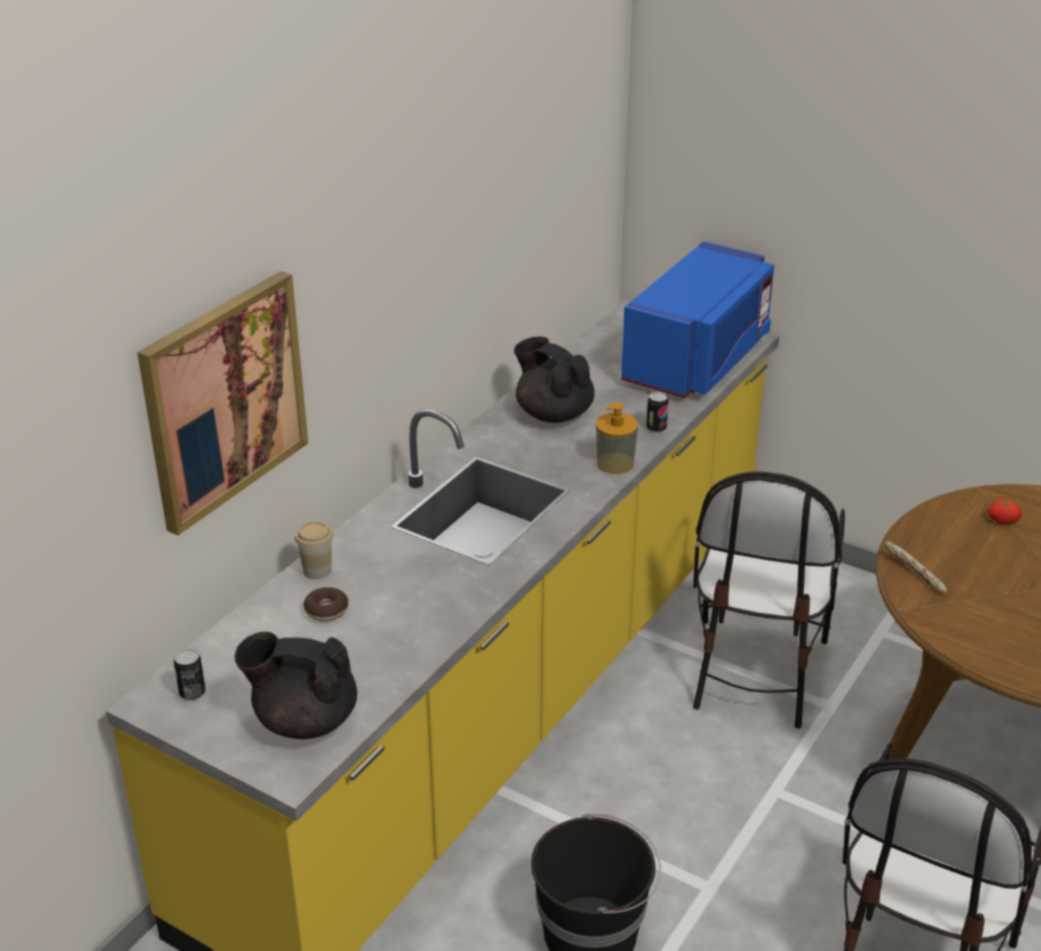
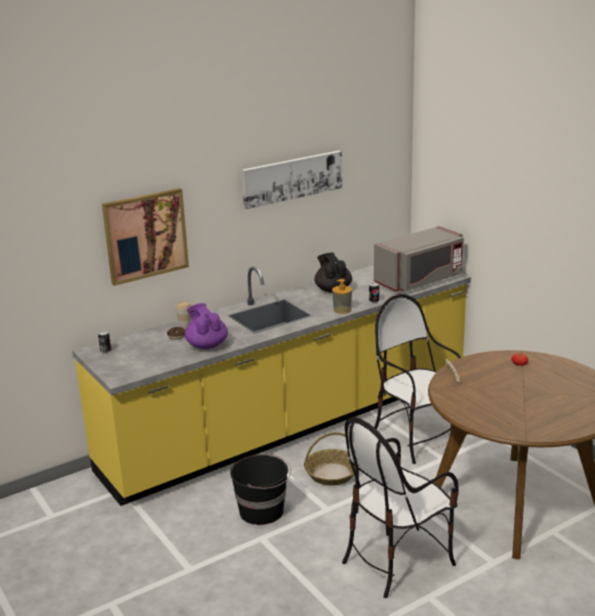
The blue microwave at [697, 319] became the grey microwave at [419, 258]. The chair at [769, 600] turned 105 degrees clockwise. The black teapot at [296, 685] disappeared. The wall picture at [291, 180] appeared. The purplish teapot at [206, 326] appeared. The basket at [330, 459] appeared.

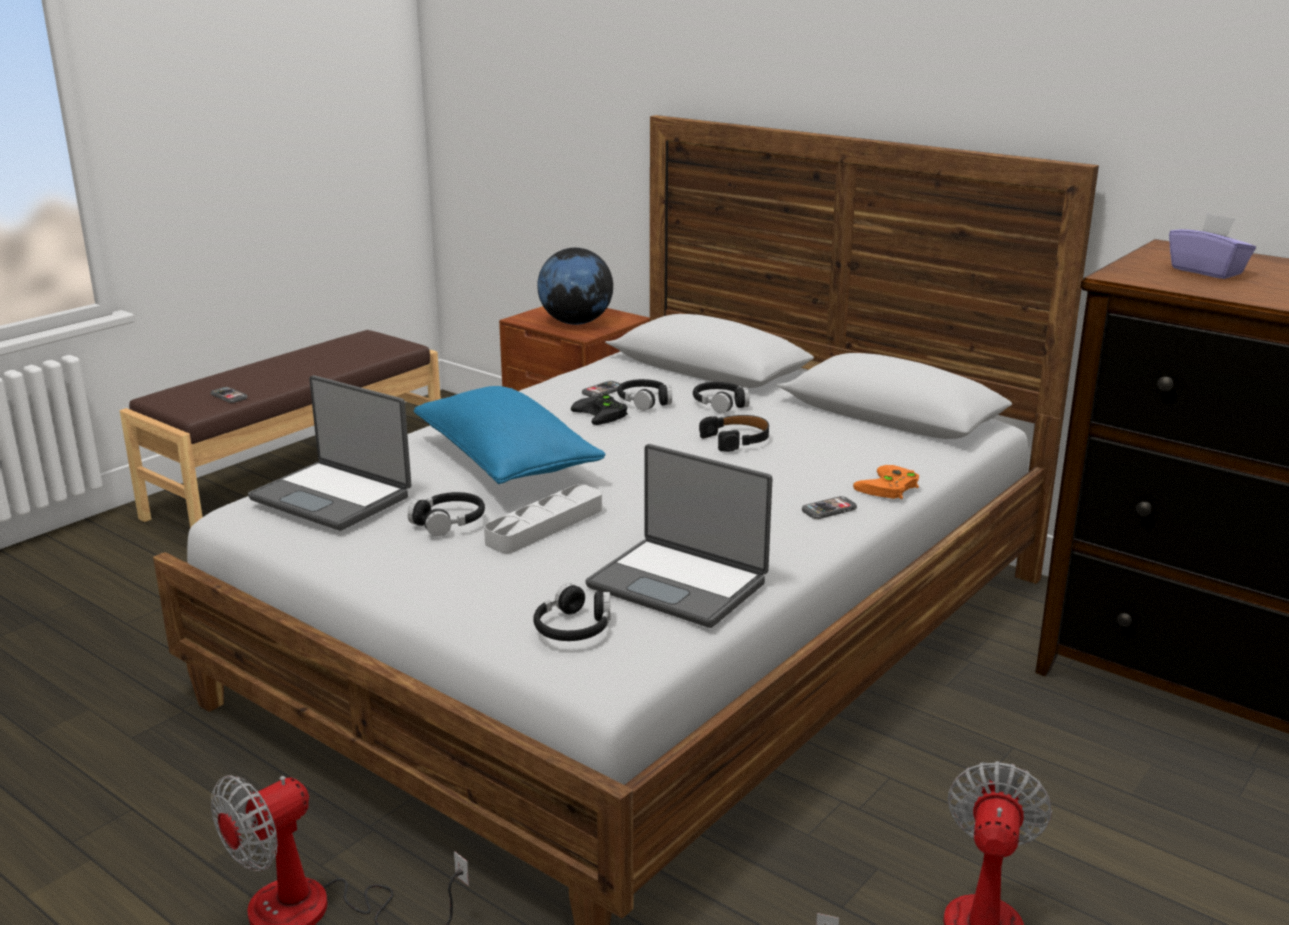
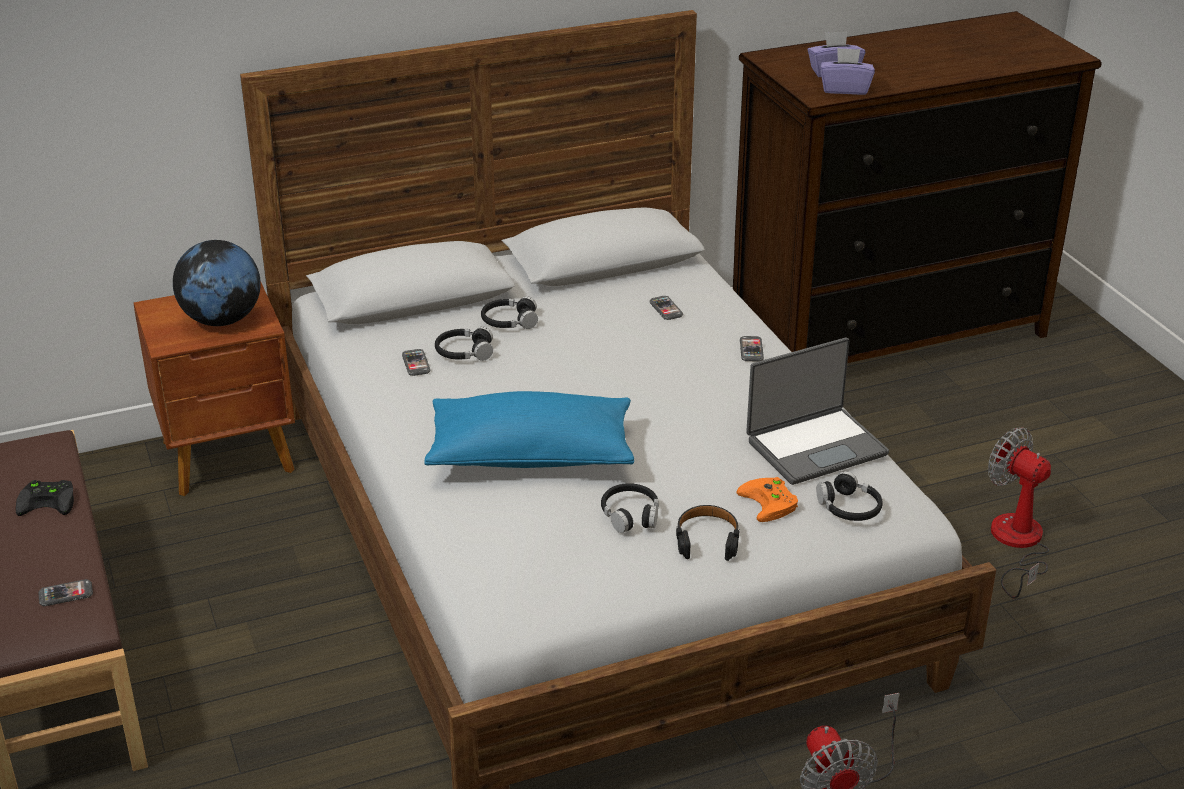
The laptop at [329, 453] disappeared. The black joypad moved from [599, 409] to [45, 498]. The black headphones moved from [734, 433] to [708, 533]. The orange joypad moved from [886, 482] to [767, 499]. The grey tray at [543, 519] disappeared. The purplish tissue holder at [848, 71] appeared. The telephone at [666, 308] appeared.

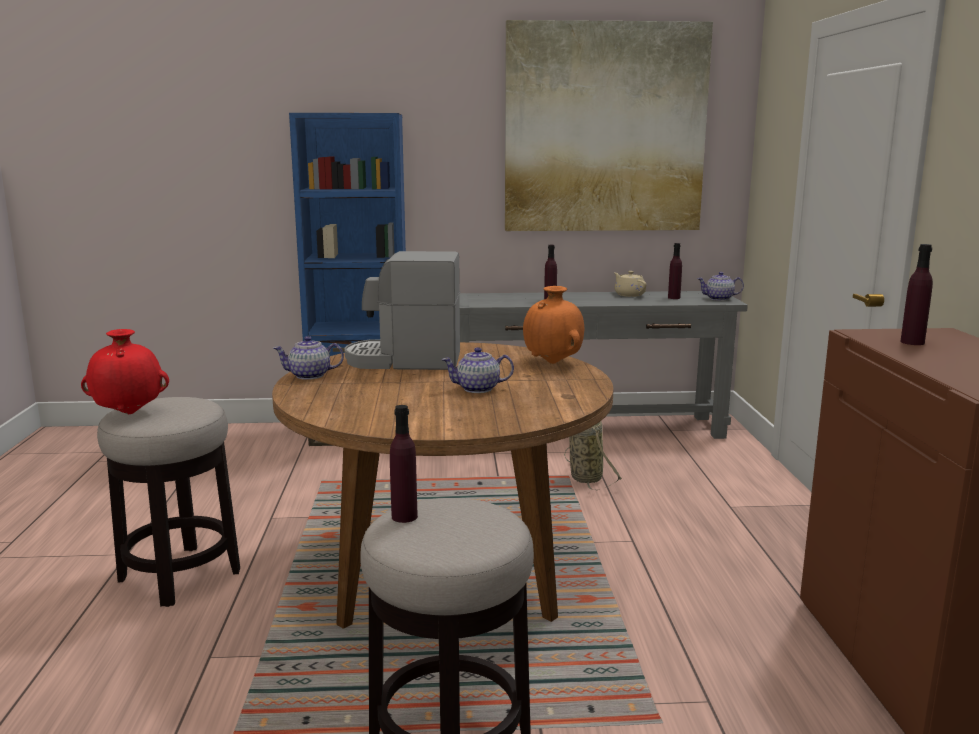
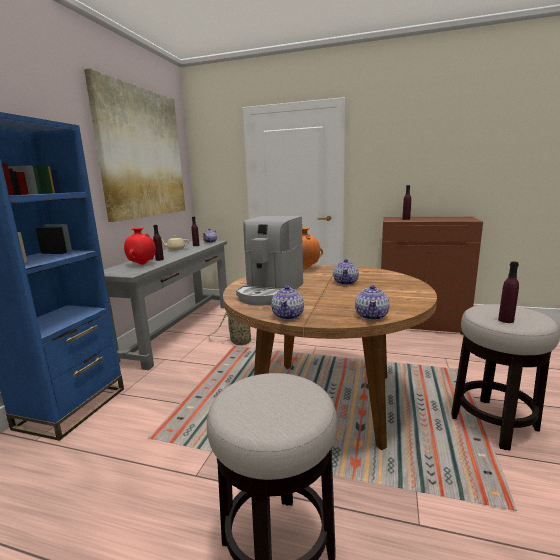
The red flower vase moved from [125, 371] to [140, 246]. The teapot at [372, 302] appeared.

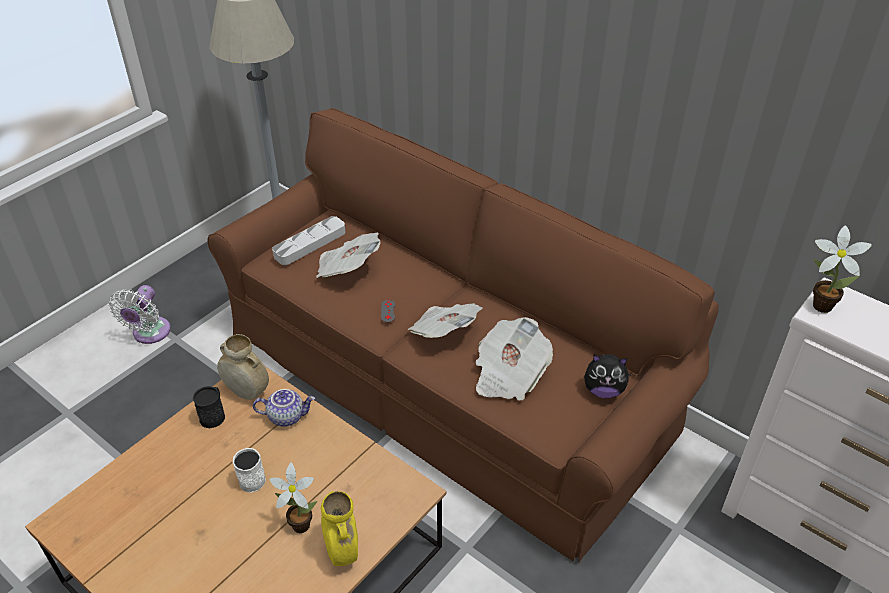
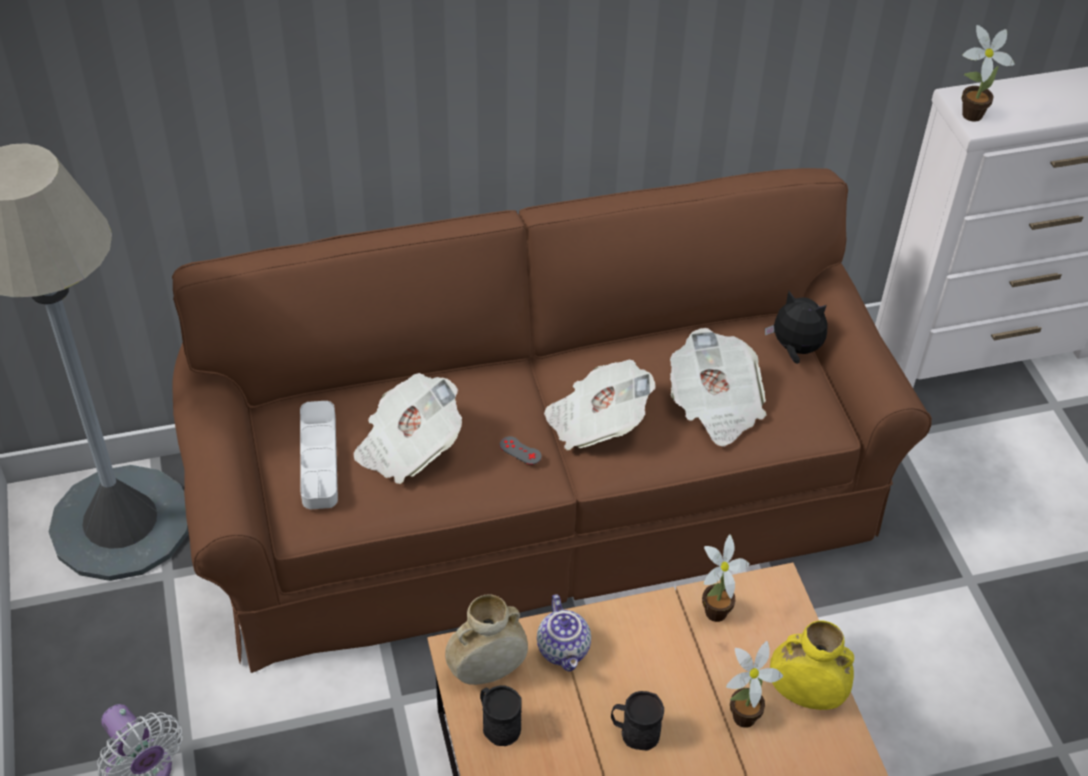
The cuddly toy at [607, 376] turned 105 degrees counterclockwise. The teapot at [284, 408] turned 135 degrees clockwise. The white tea mug at [249, 470] became the black tea mug at [637, 720]. The plant in a pot at [725, 578] appeared.

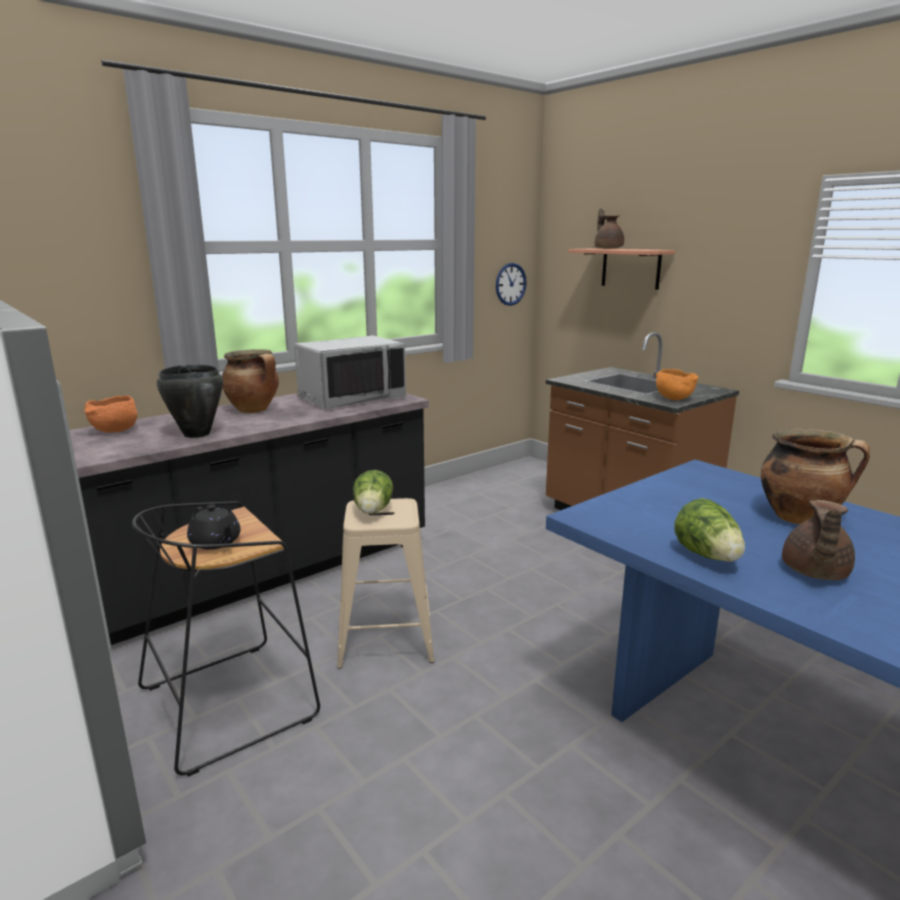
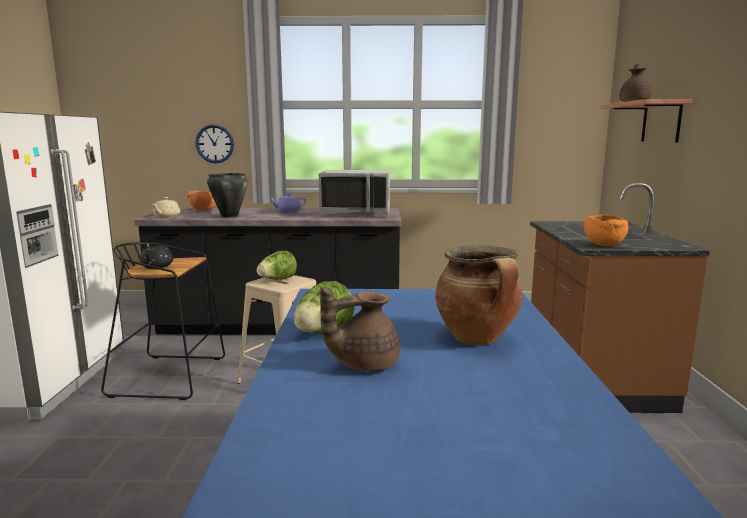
The wall clock moved from [511, 284] to [215, 143]. The cooking pot at [250, 381] was replaced by the purplish teapot at [287, 202]. The beige-coloured teapot at [166, 207] appeared.

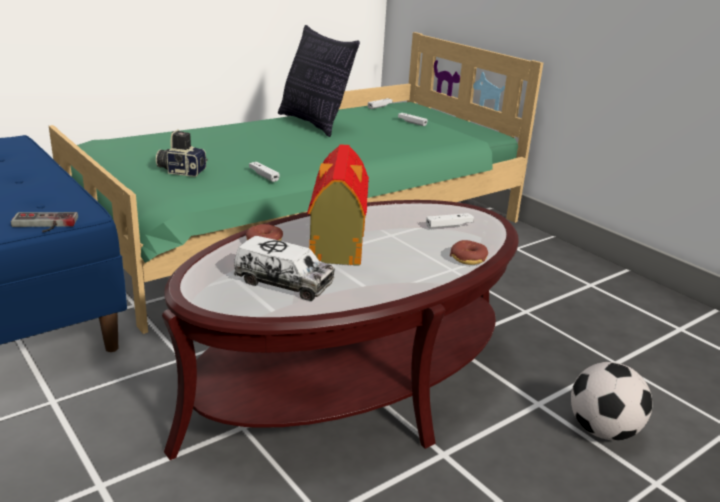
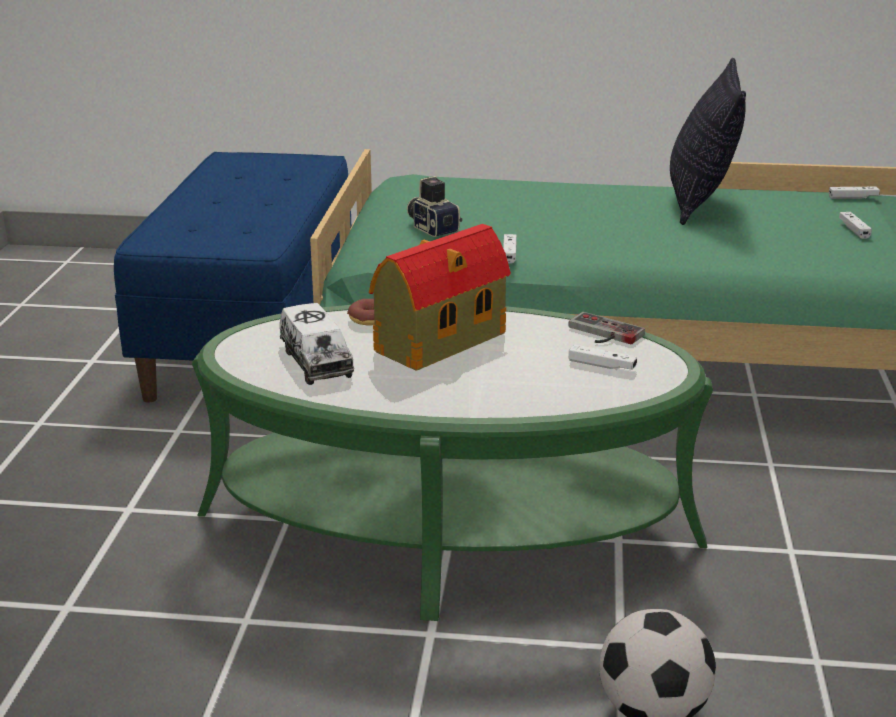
The brownish lounge table at [340, 330] became the green lounge table at [452, 463]. The joypad moved from [44, 222] to [606, 328]. The doughnut at [469, 252] disappeared.

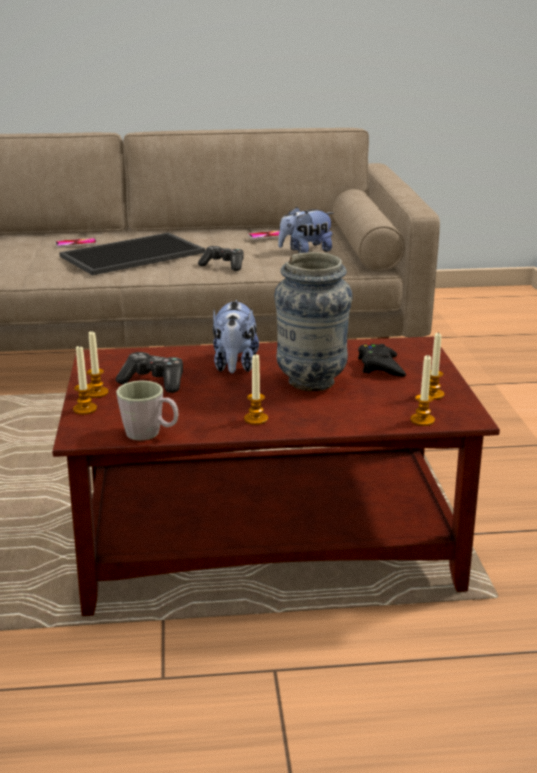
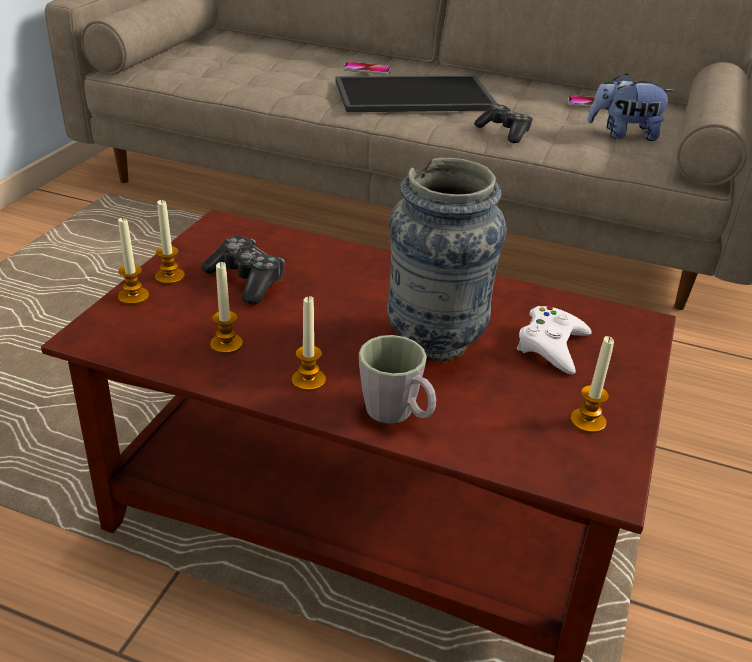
The cuddly toy at [236, 336] disappeared. The black joypad at [382, 360] became the white joypad at [554, 340]. The candle moved from [423, 390] to [226, 308]. The grey tea mug moved from [147, 410] to [397, 379].

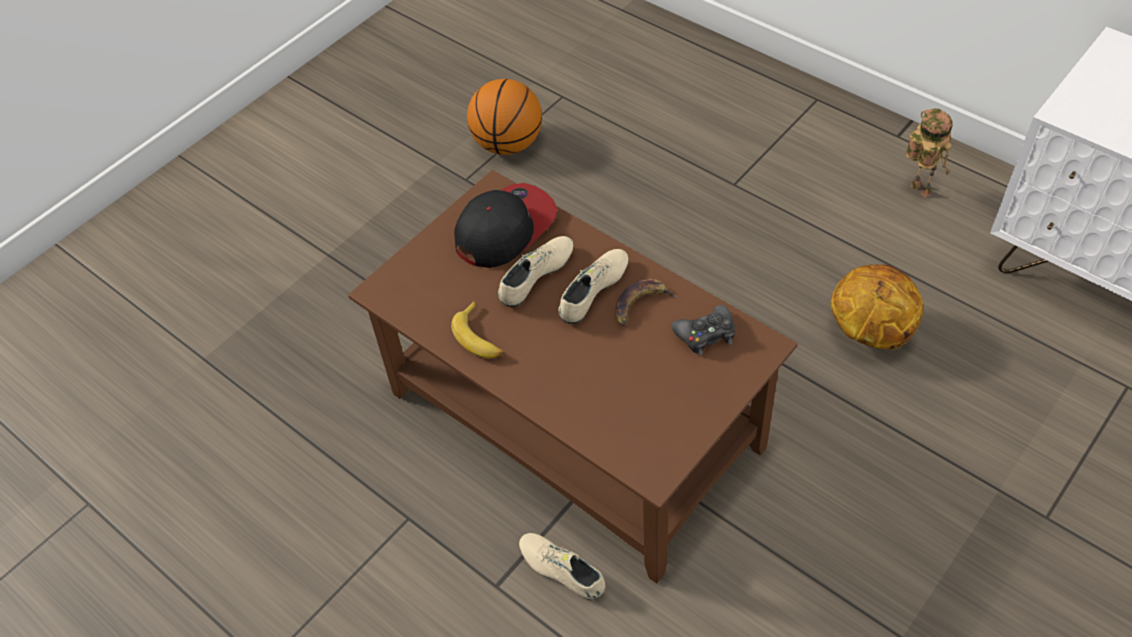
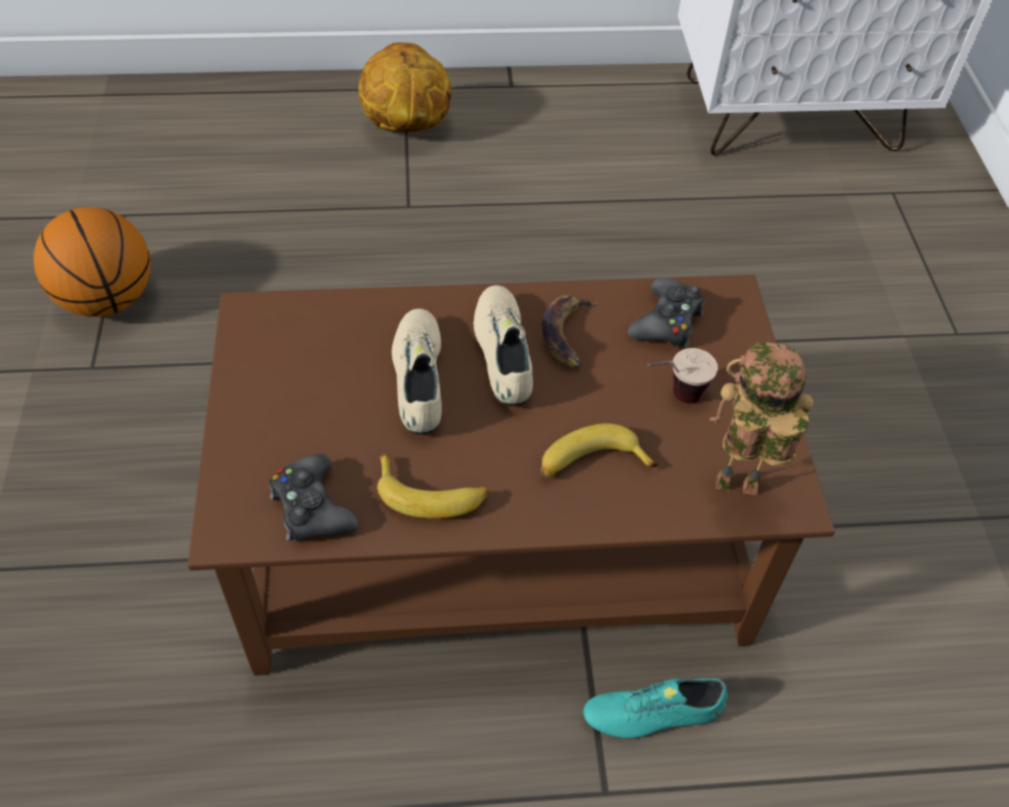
The toy robot moved from [929, 153] to [761, 418]. The peaked cap at [505, 225] disappeared. The basketball moved from [877, 307] to [405, 87]. The beige-coloured low shoe at [562, 566] became the blue-green low shoe at [655, 708]. The small cup at [683, 376] appeared. The whole banana at [599, 450] appeared. The black joypad at [314, 497] appeared.

